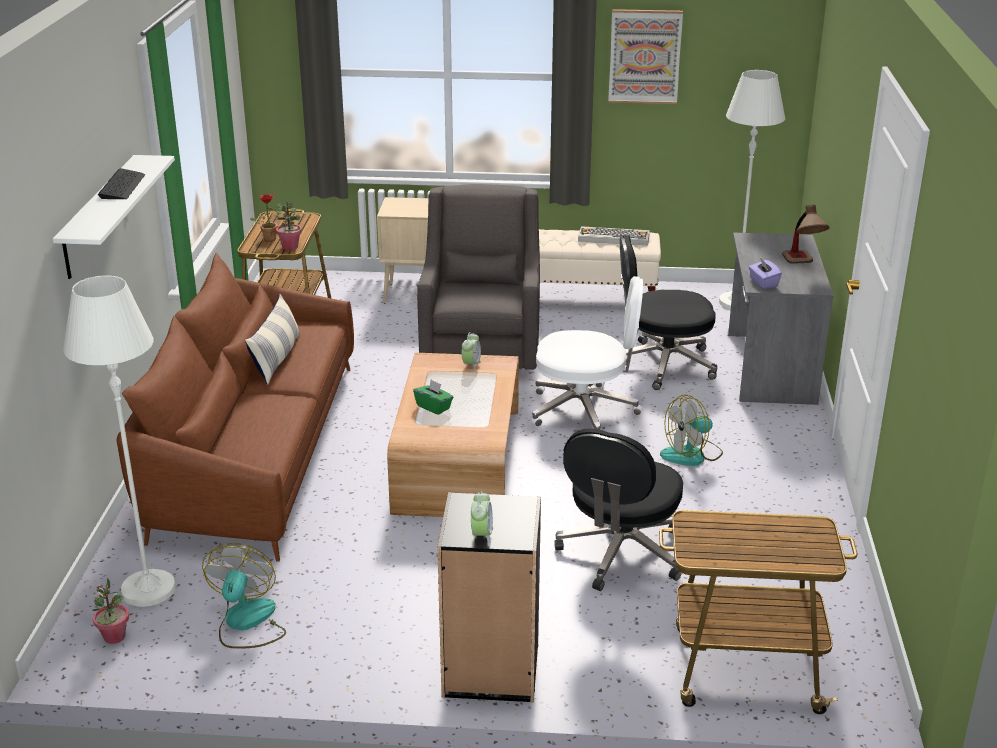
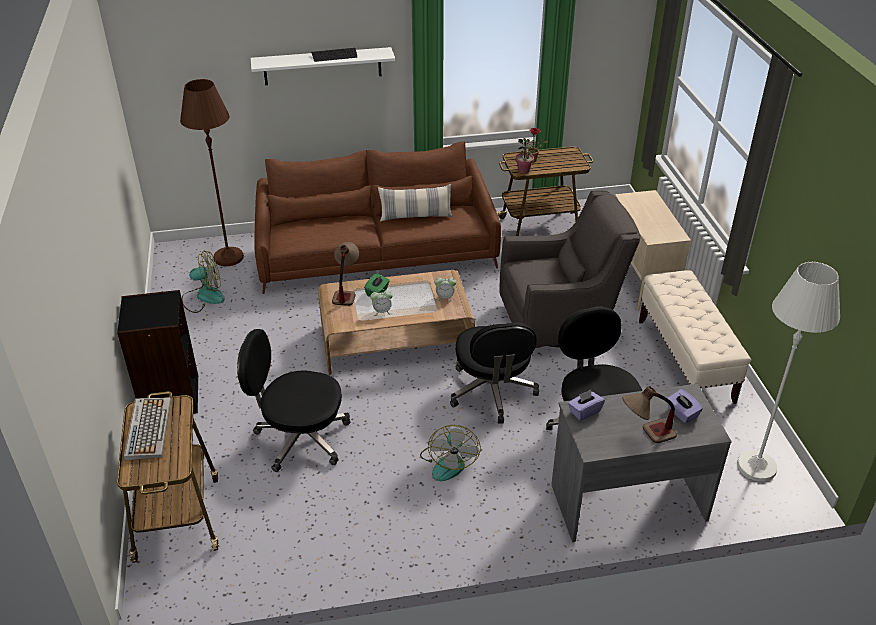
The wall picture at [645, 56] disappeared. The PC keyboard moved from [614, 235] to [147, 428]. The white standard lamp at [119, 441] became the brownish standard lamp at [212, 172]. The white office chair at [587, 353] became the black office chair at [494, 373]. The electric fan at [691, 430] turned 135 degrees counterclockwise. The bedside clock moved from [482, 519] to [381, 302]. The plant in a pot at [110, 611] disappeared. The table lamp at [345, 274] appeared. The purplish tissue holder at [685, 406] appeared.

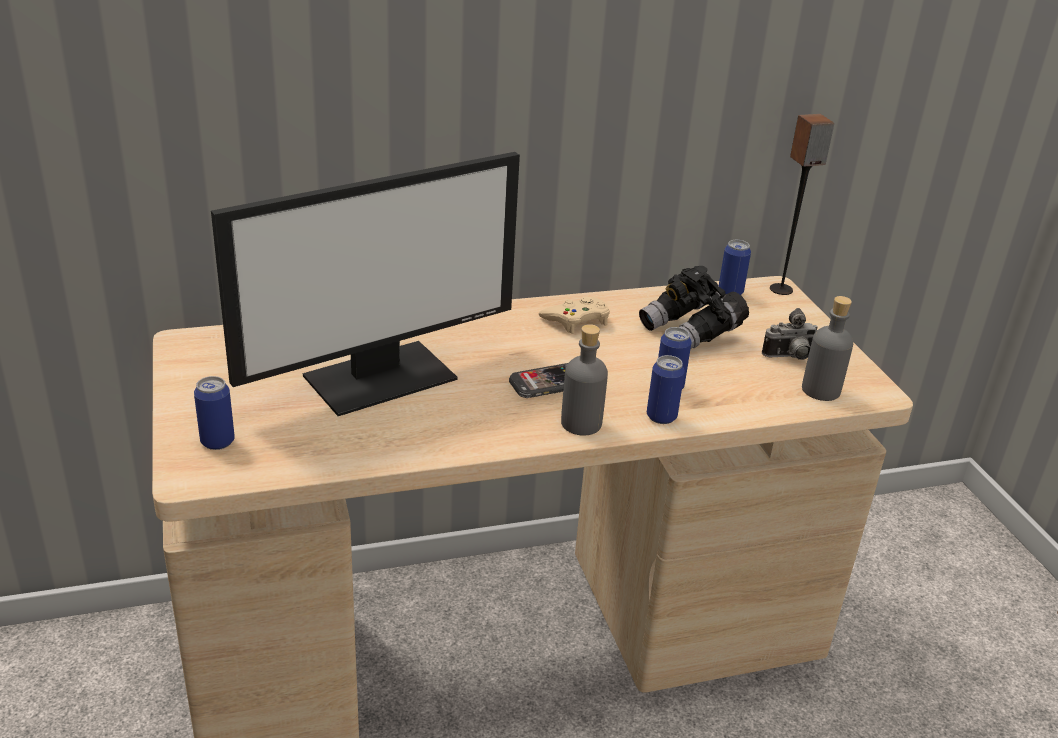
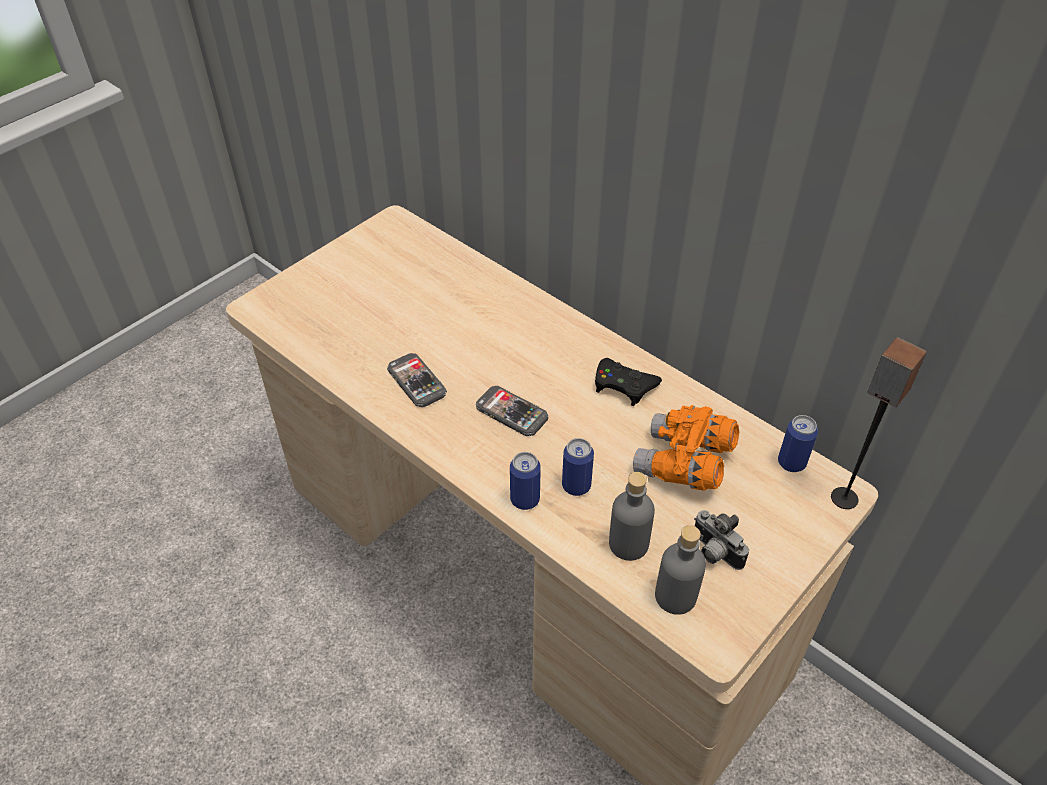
The computer display at [365, 284] disappeared. The black field glasses at [694, 307] became the orange field glasses at [686, 448]. The beige-coloured joypad at [574, 315] became the black joypad at [628, 382]. The grey beverage bottle moved from [584, 380] to [632, 516]. The metal can at [214, 413] disappeared. The telephone at [417, 380] appeared.

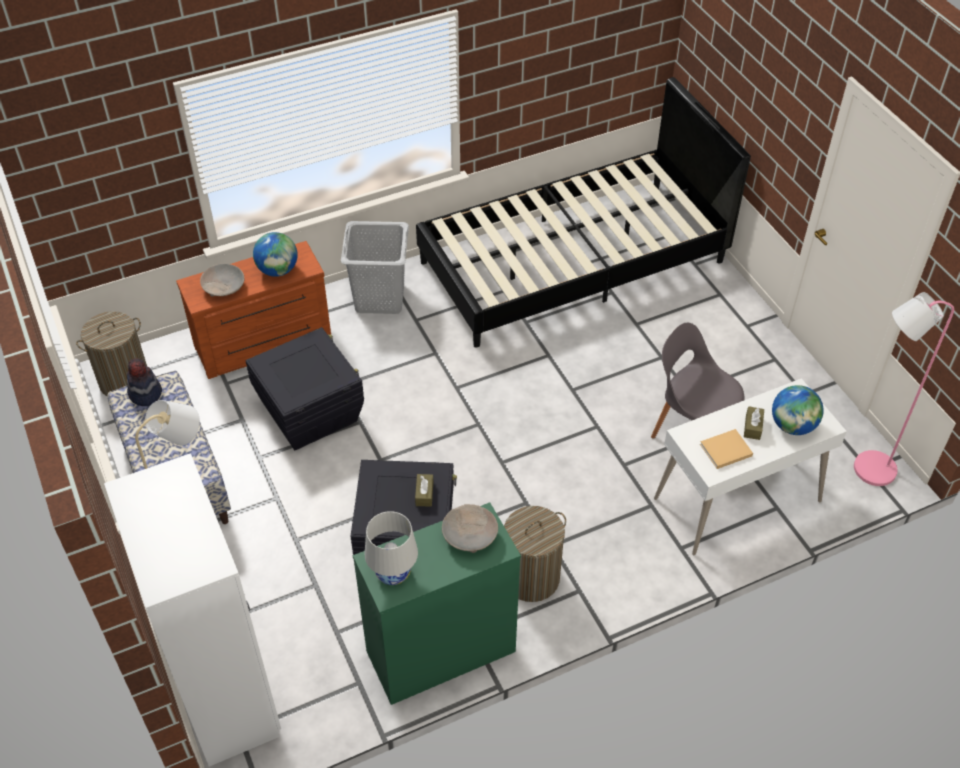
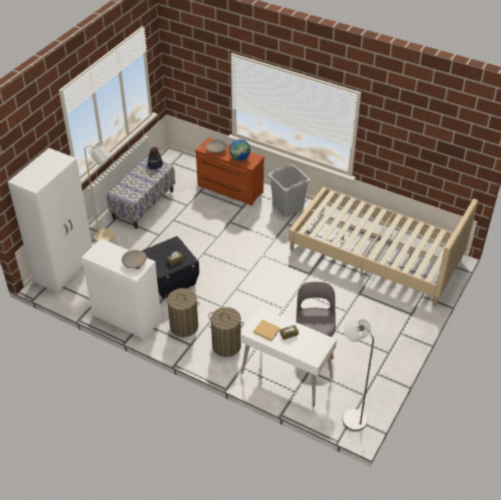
The black bed at [583, 212] became the beige-coloured bed at [383, 246]. The pink standard lamp at [904, 389] became the grey standard lamp at [358, 375]. The hamper moved from [111, 354] to [226, 332]. The black storage bin at [305, 388] disappeared. The globe at [798, 410] disappeared. The green chest of drawers at [437, 604] became the white chest of drawers at [121, 288]. The white table lamp at [391, 548] disappeared.

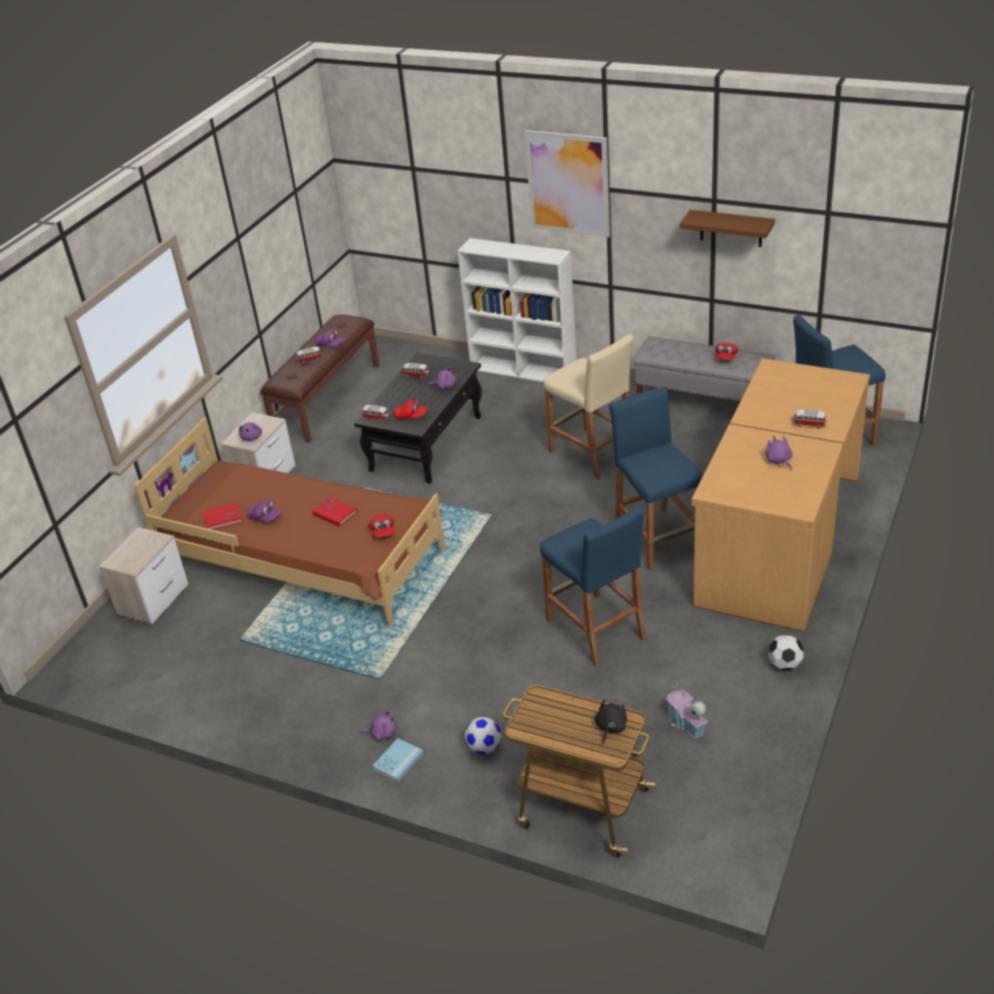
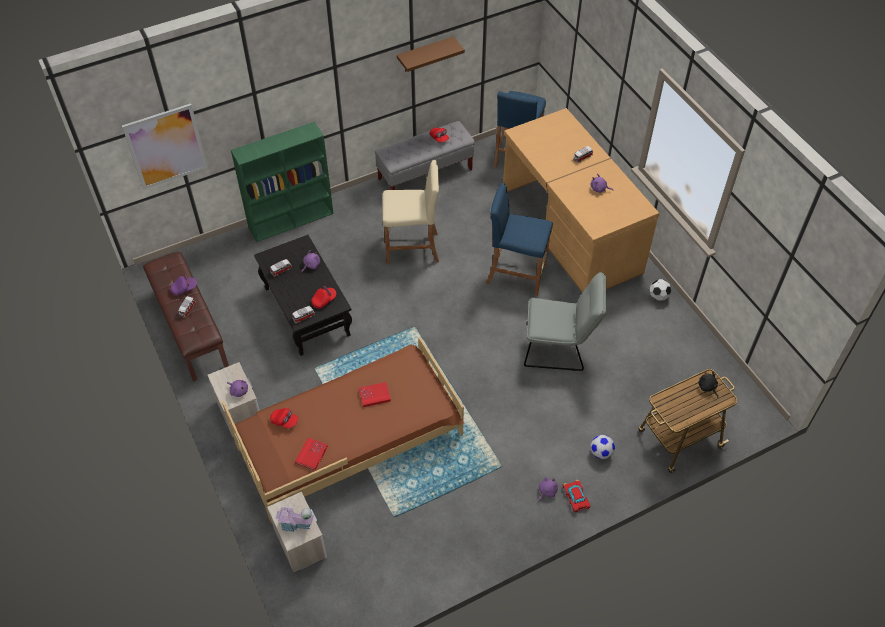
The wall picture moved from [567, 183] to [165, 146]. The white bookcase at [517, 310] became the green bookcase at [282, 182]. The purplish peaked cap at [264, 510] disappeared. The blue stool seat at [593, 586] was replaced by the grey chair at [565, 321]. The red peaked cap moved from [382, 526] to [284, 418]. The toy house moved from [687, 711] to [294, 520]. The blue bound book at [398, 760] was replaced by the miniature car at [576, 496].

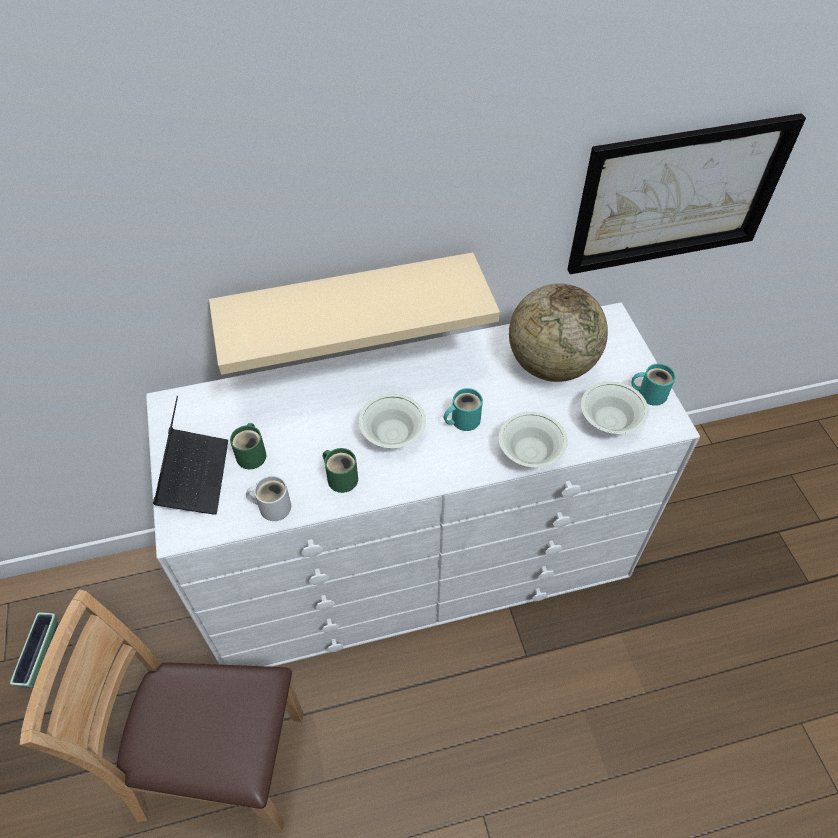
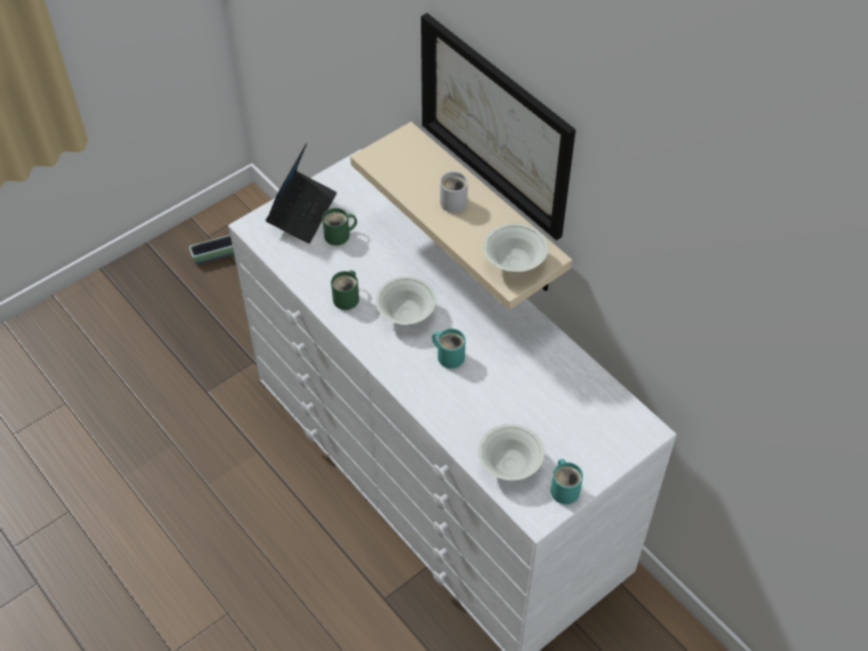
The wall picture moved from [686, 193] to [498, 127]. The globe at [558, 332] disappeared. The laptop at [190, 455] turned 45 degrees counterclockwise. The white bowl moved from [533, 439] to [515, 247]. The white tea mug moved from [268, 498] to [454, 192]. The brownish chair at [162, 710] disappeared.

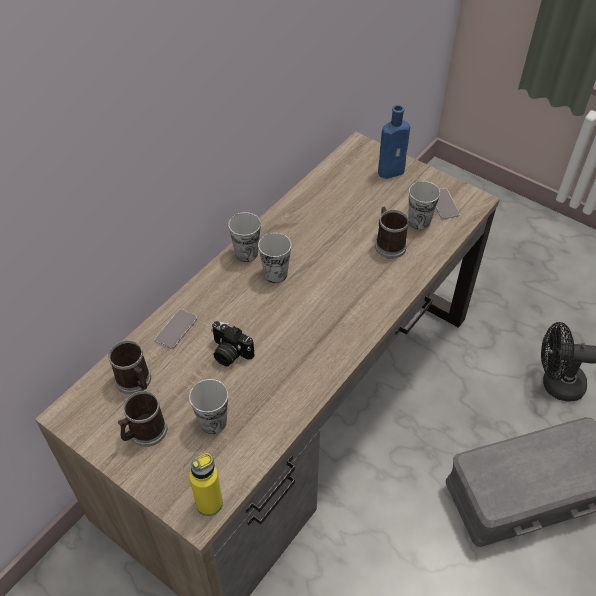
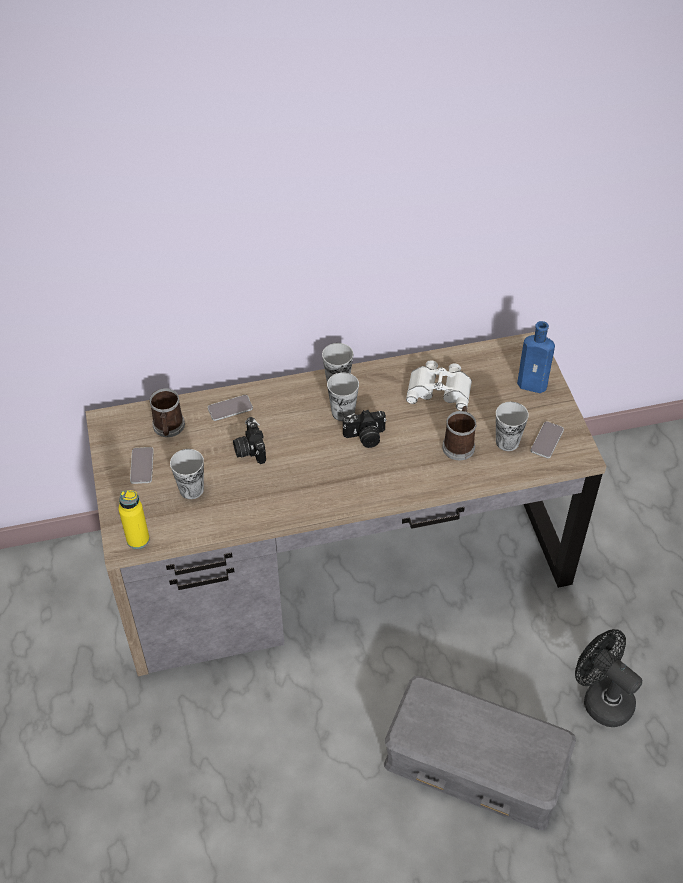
The tea mug at [142, 419] was replaced by the telephone at [142, 465]. The white field glasses at [439, 385] appeared. The still camera at [365, 429] appeared.

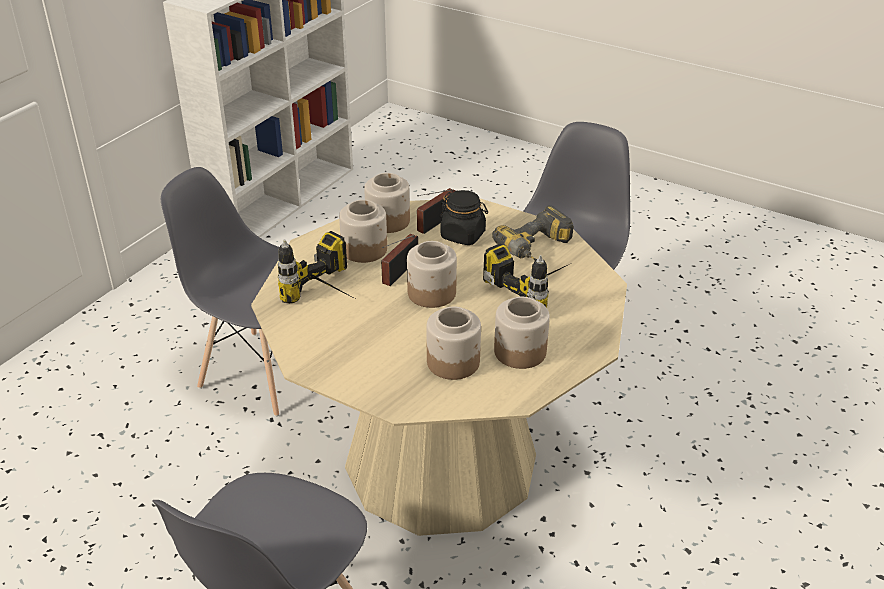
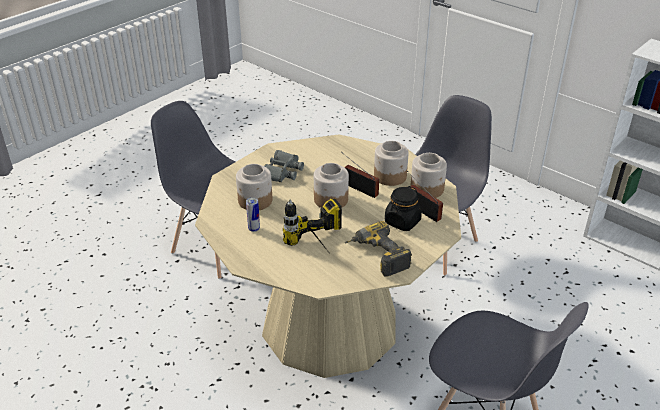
The drill at [315, 267] disappeared. The storage jar at [522, 333] was replaced by the metal can at [253, 214]. The grey field glasses at [284, 166] appeared.

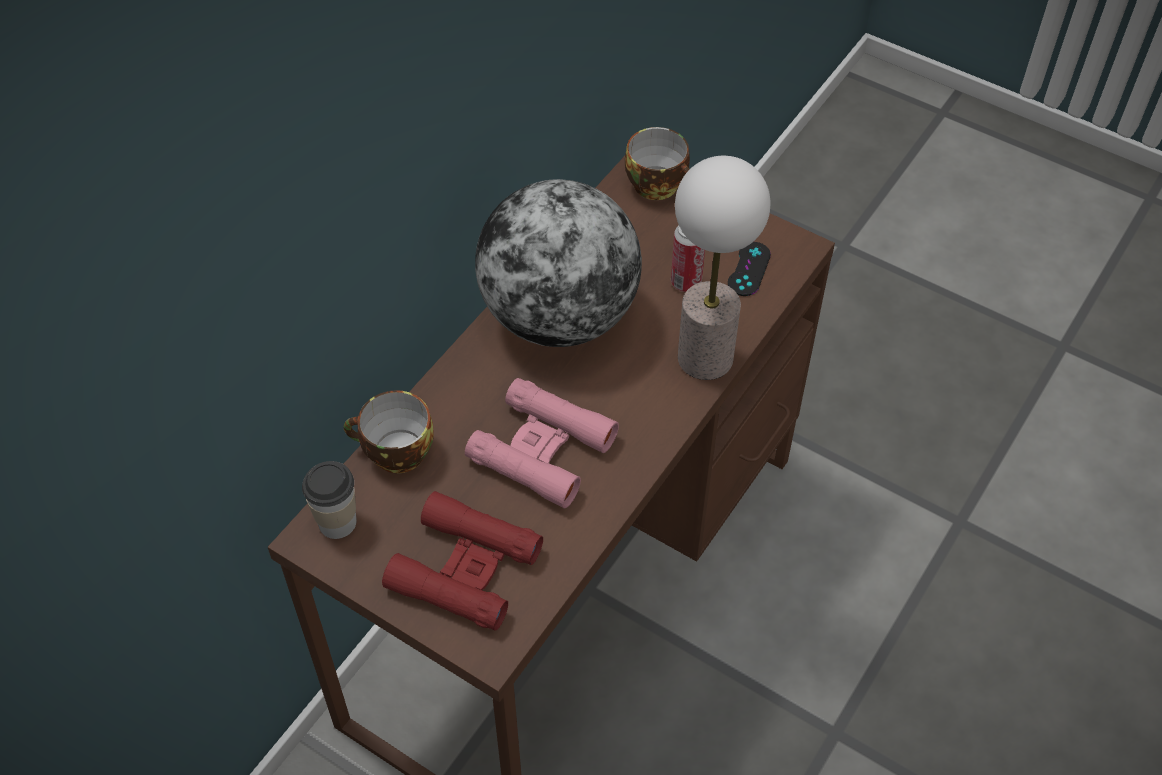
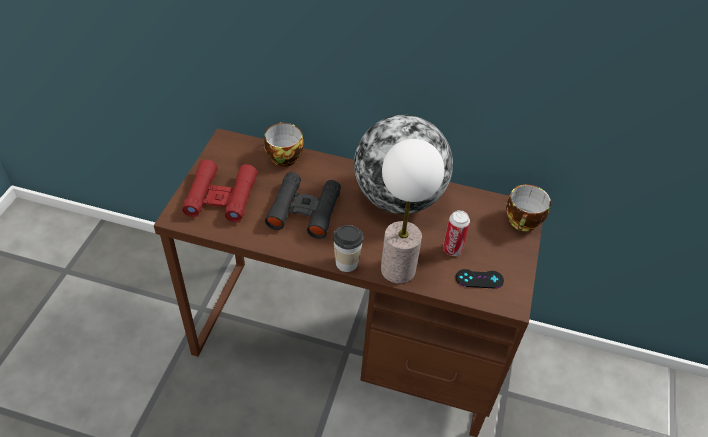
The pink field glasses at [542, 443] became the black field glasses at [303, 205]. The small cup moved from [329, 500] to [348, 248].

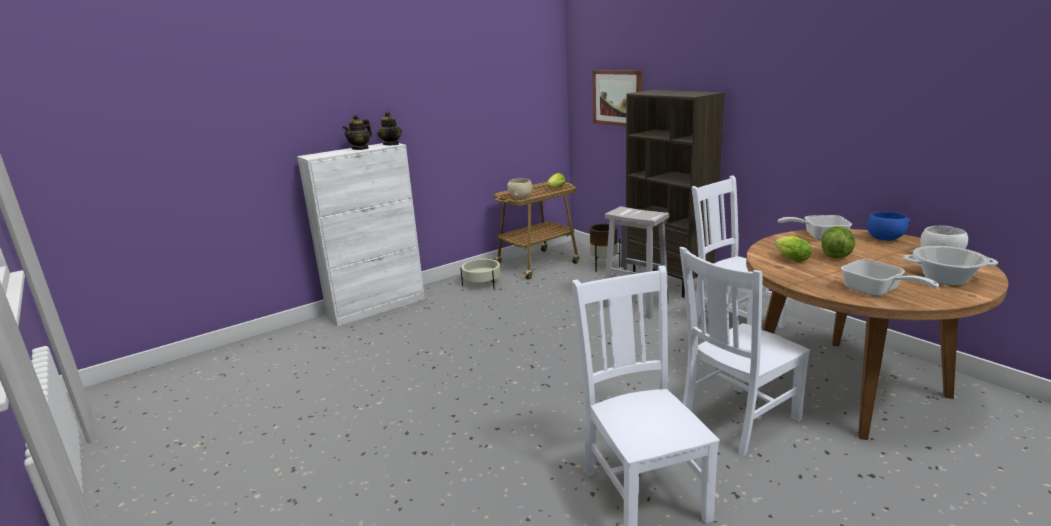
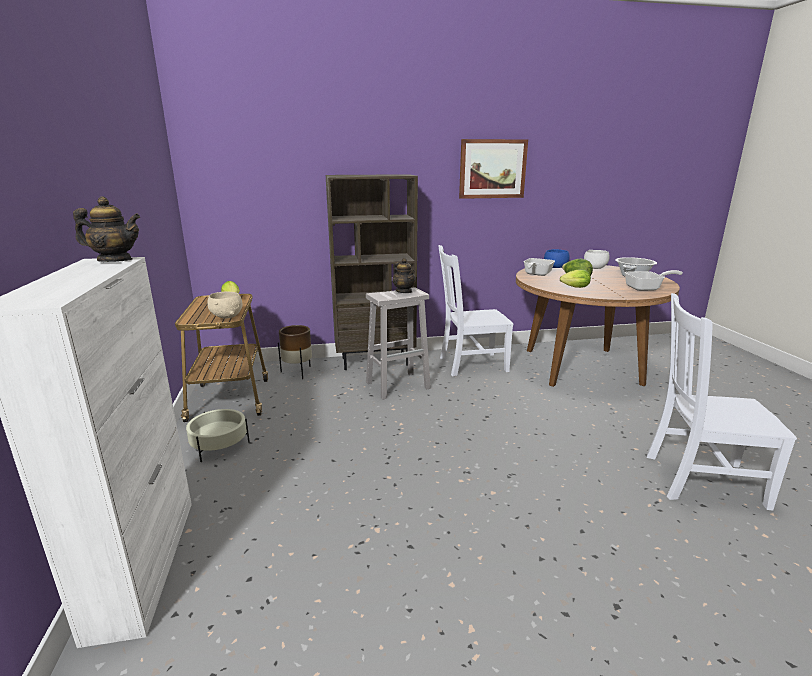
The wall picture moved from [617, 98] to [493, 169]. The teapot moved from [357, 132] to [404, 275]. The white chair at [745, 352] disappeared.

